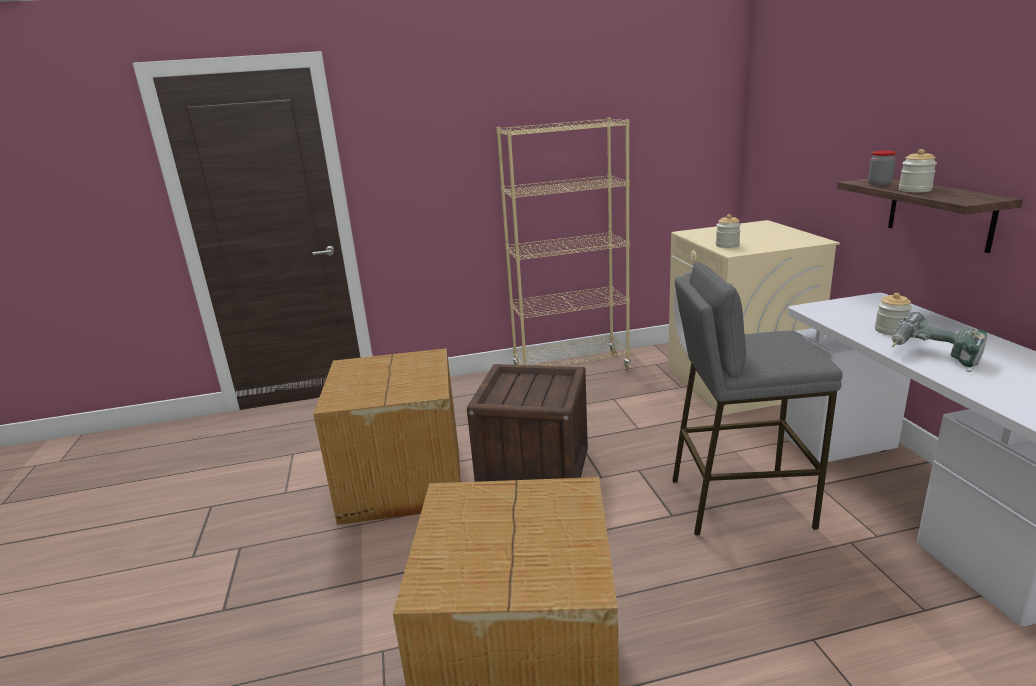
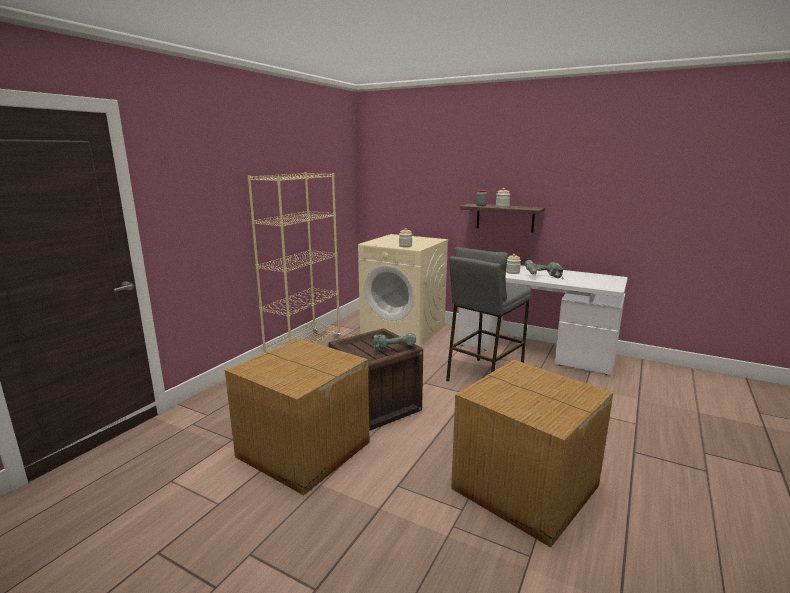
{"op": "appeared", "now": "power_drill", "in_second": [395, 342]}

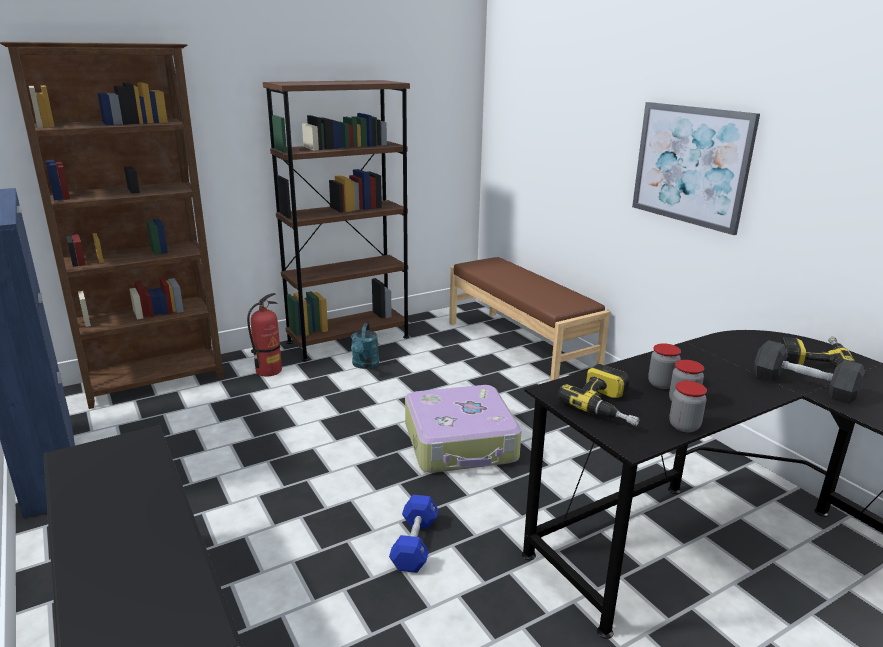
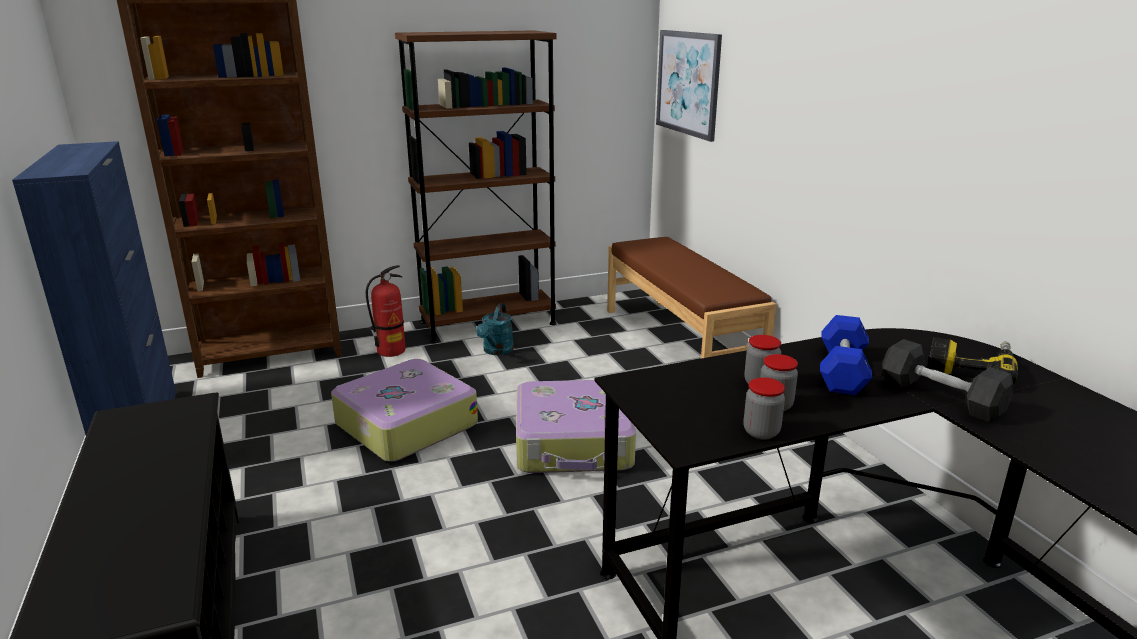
{"op": "relocated", "was": "picture", "in_first": [696, 168], "in_second": [689, 86]}
{"op": "missing", "was": "power_drill", "in_first": [598, 395]}
{"op": "relocated", "was": "blue_dumbbell", "in_first": [414, 534], "in_second": [846, 355]}
{"op": "appeared", "now": "suitcase", "in_second": [404, 410]}

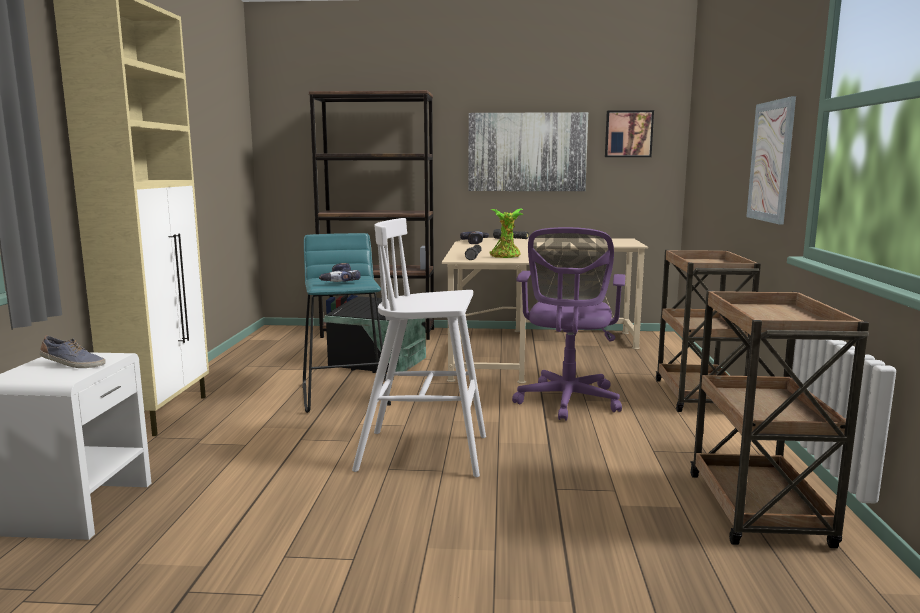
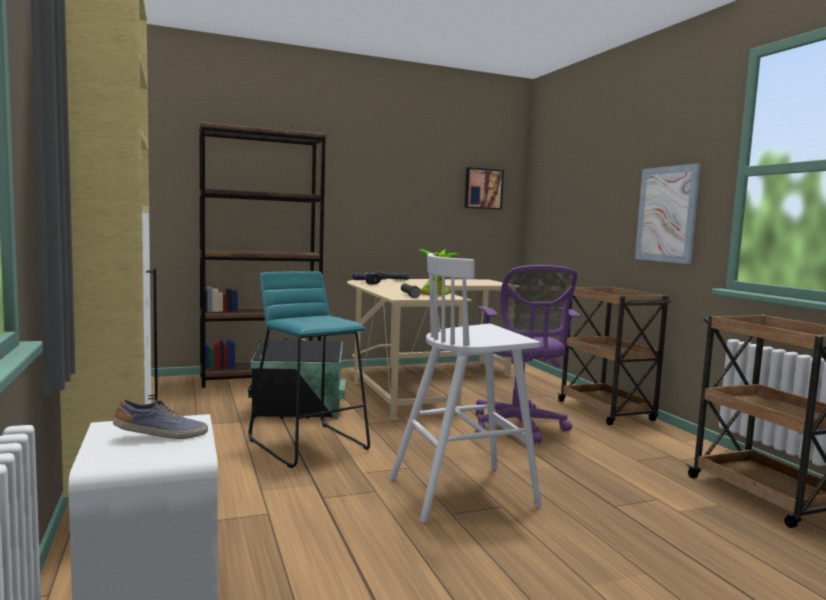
{"op": "missing", "was": "picture", "in_first": [528, 151]}
{"op": "missing", "was": "power_drill", "in_first": [340, 272]}

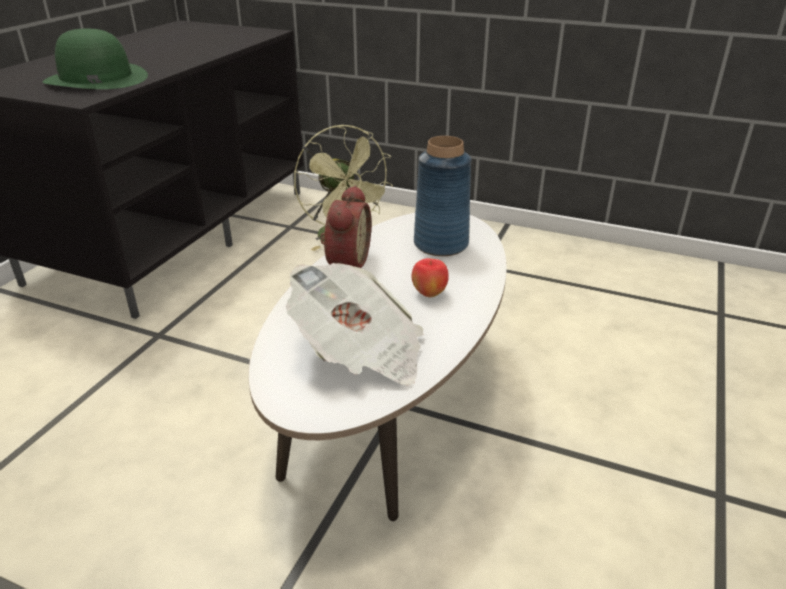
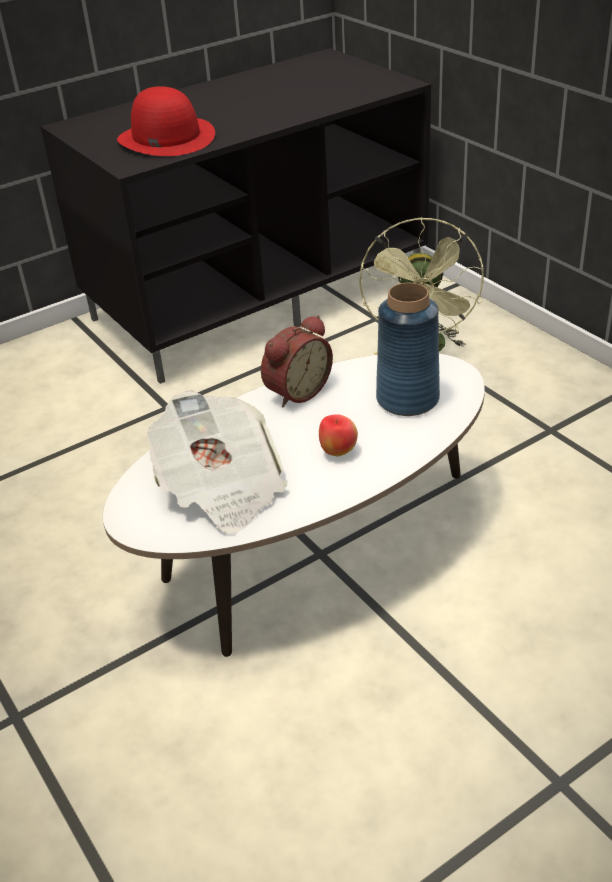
{"op": "colour", "was": "green_hat", "now": "red_hat", "in_first": [95, 59], "in_second": [166, 121]}

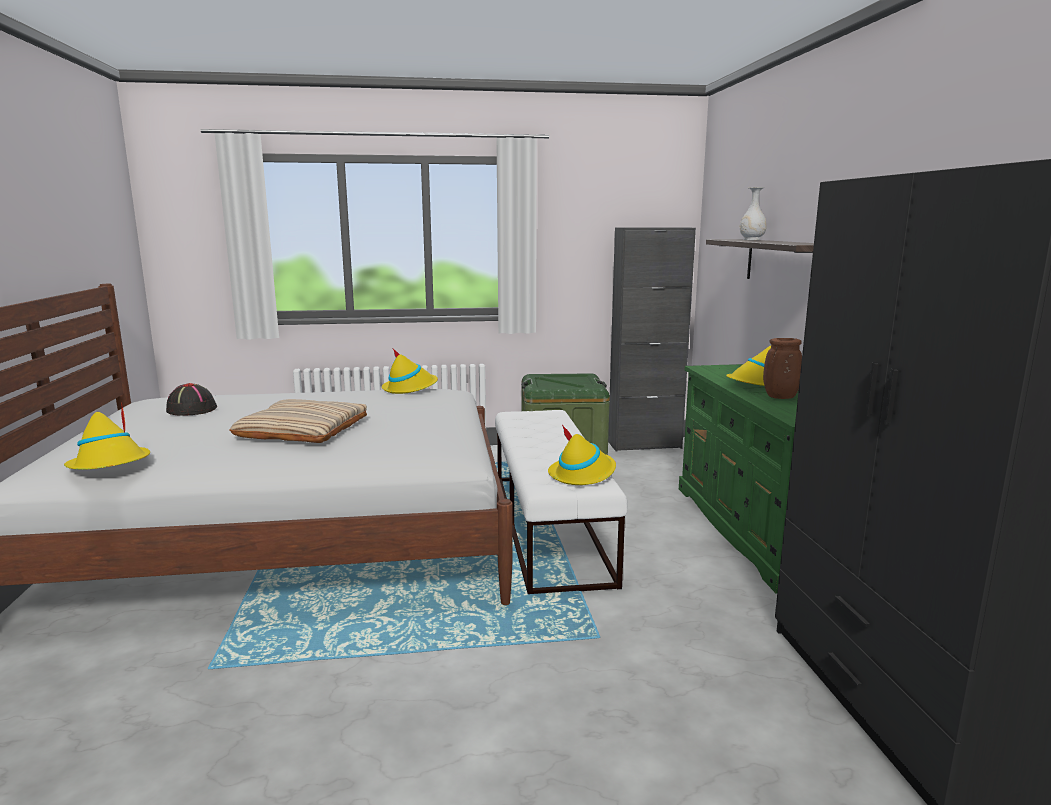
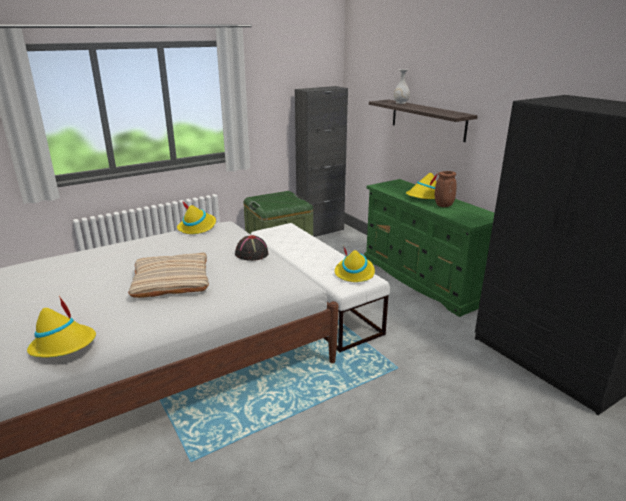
{"op": "relocated", "was": "black_hat", "in_first": [191, 399], "in_second": [251, 248]}

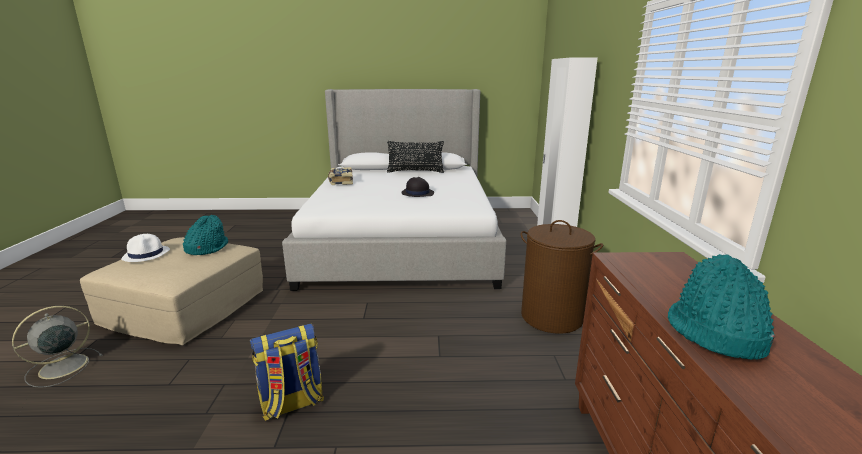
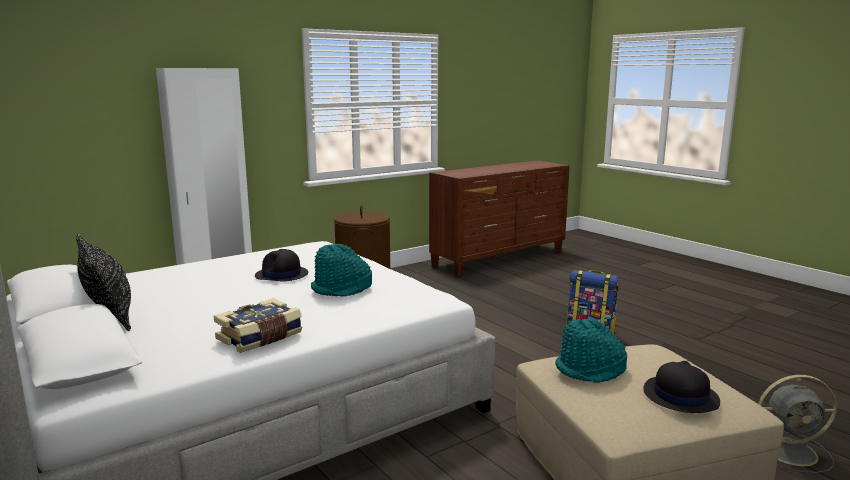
{"op": "colour", "was": "white_hat", "now": "black_hat", "in_first": [145, 248], "in_second": [681, 387]}
{"op": "relocated", "was": "turquoise_hat", "in_first": [721, 307], "in_second": [341, 270]}

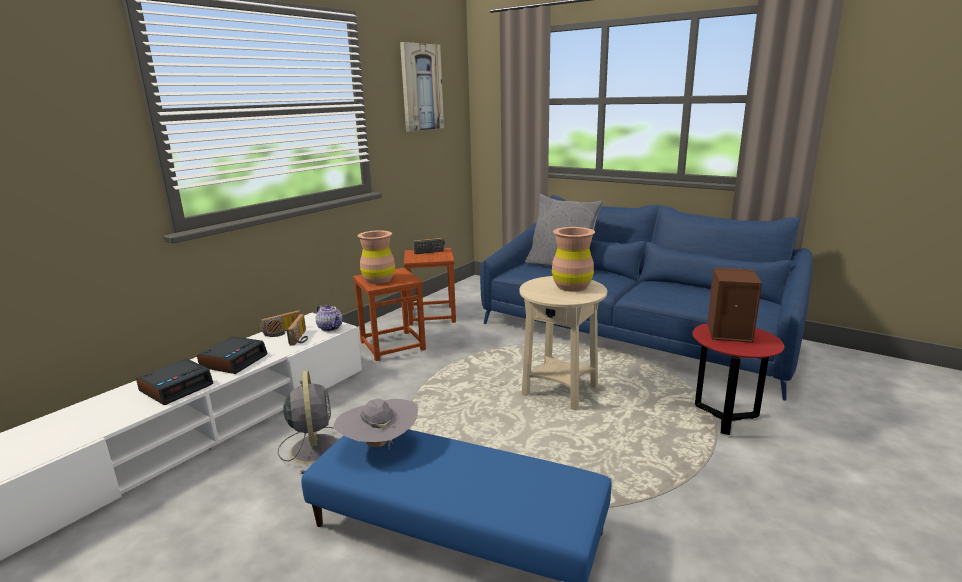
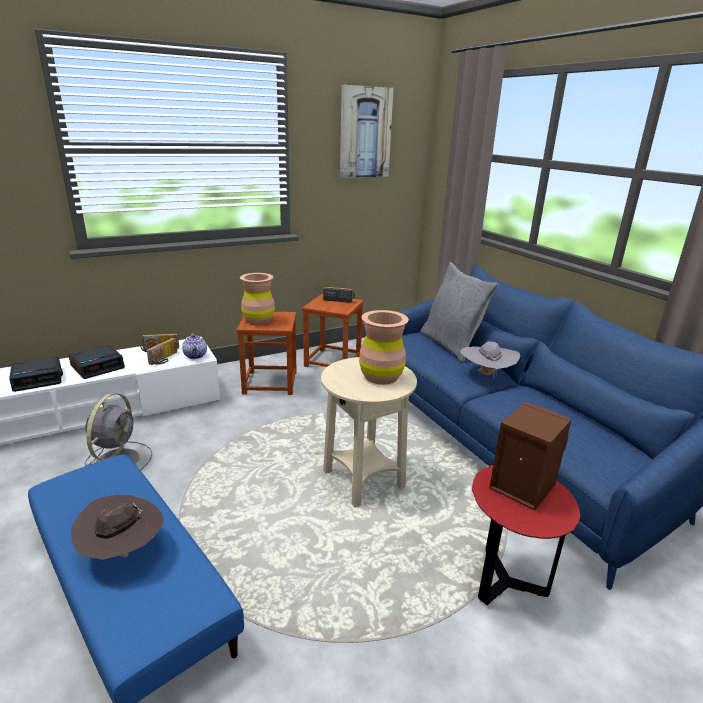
{"op": "relocated", "was": "grey_hat", "in_first": [375, 424], "in_second": [490, 360]}
{"op": "appeared", "now": "brown_hat", "in_second": [117, 527]}

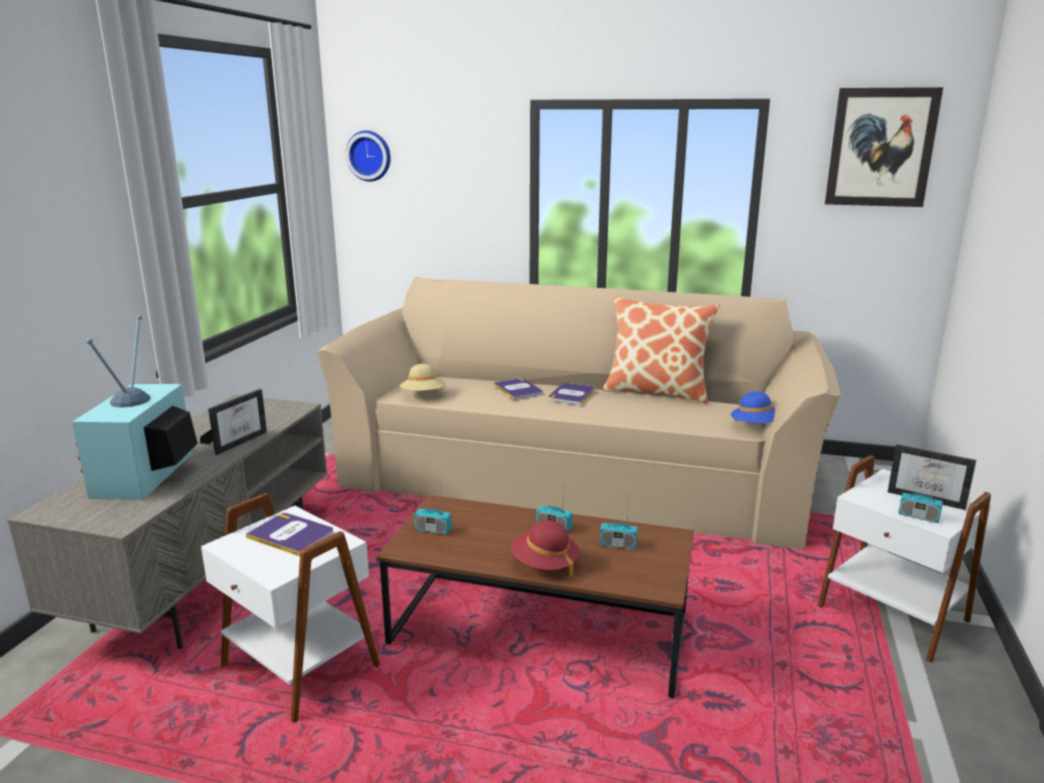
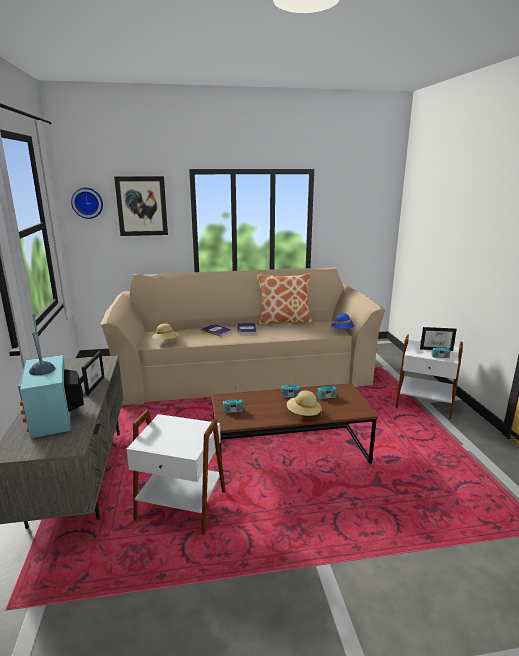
{"op": "relocated", "was": "picture", "in_first": [884, 147], "in_second": [141, 206]}
{"op": "missing", "was": "book", "in_first": [289, 534]}
{"op": "colour", "was": "red_hat", "now": "beige_hat", "in_first": [545, 548], "in_second": [304, 403]}

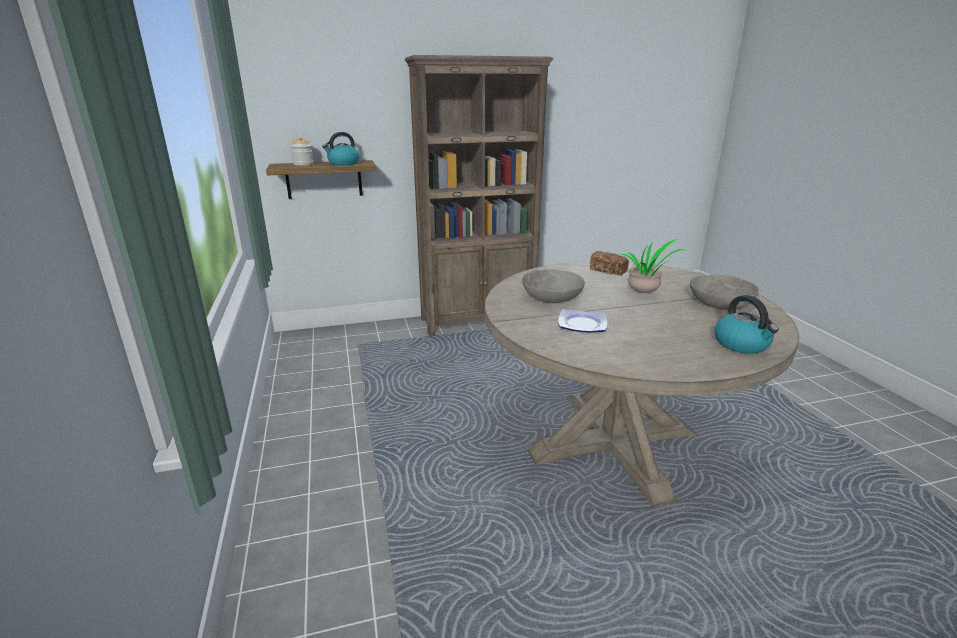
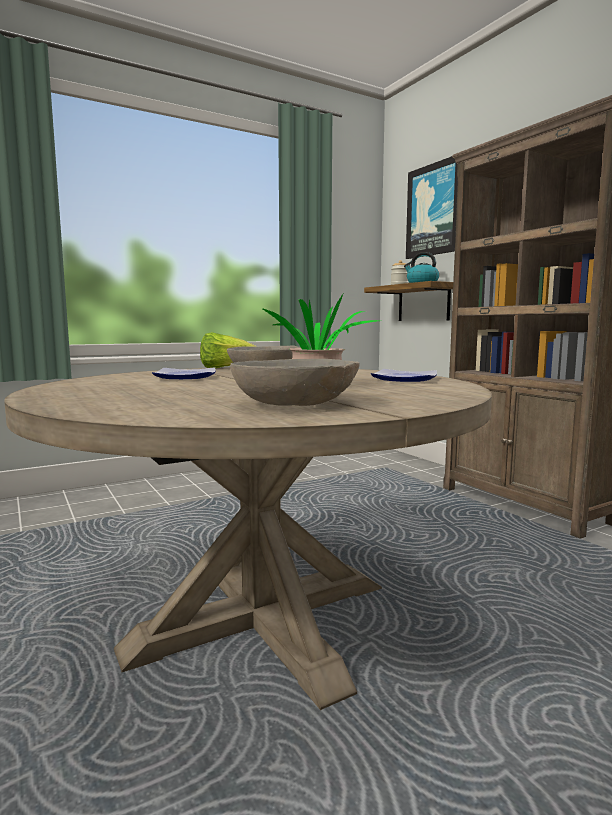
{"op": "exchanged", "was": "bread", "now": "plate", "in_first": [609, 263], "in_second": [404, 375]}
{"op": "missing", "was": "kettle", "in_first": [746, 324]}
{"op": "appeared", "now": "picture", "in_second": [432, 207]}
{"op": "appeared", "now": "lettuce", "in_second": [228, 350]}

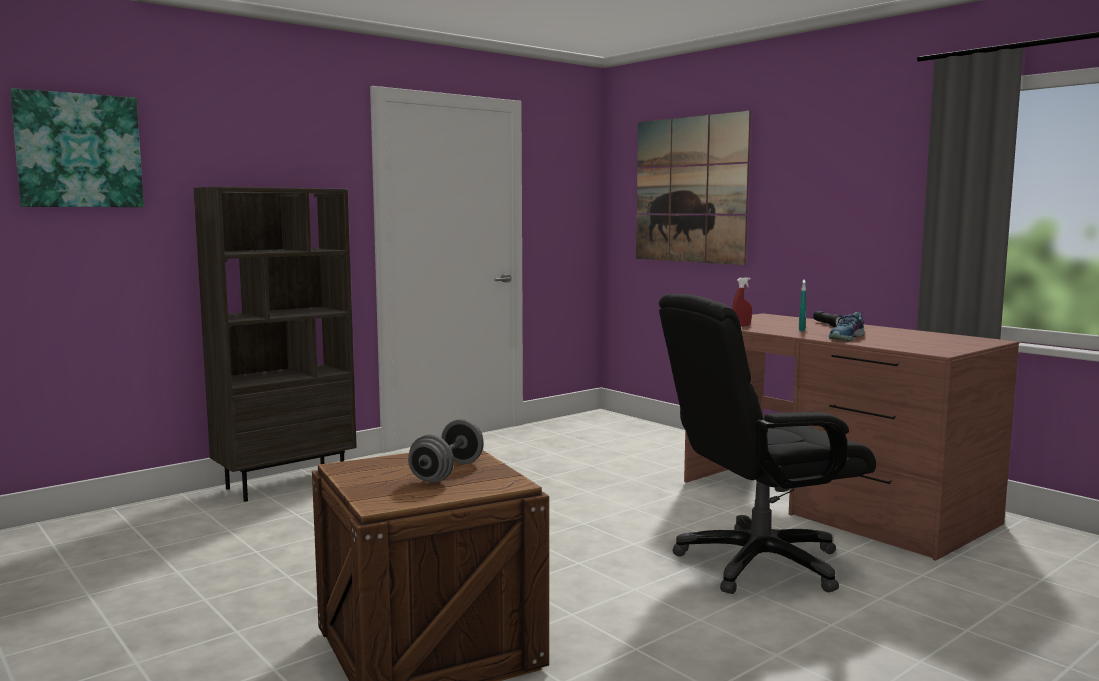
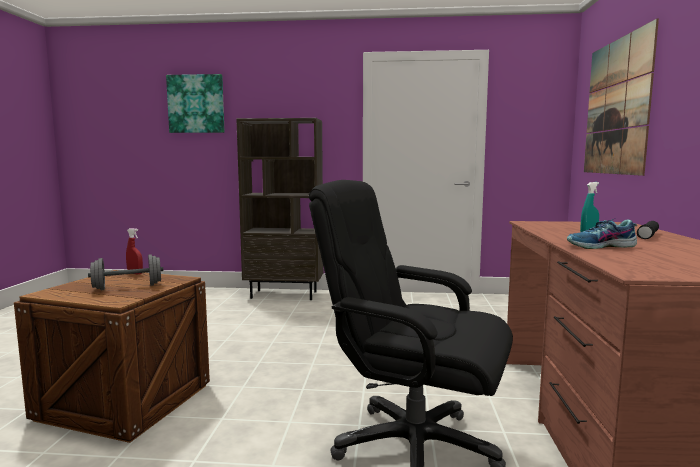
{"op": "relocated", "was": "red_spray_bottle", "in_first": [742, 301], "in_second": [134, 251]}

